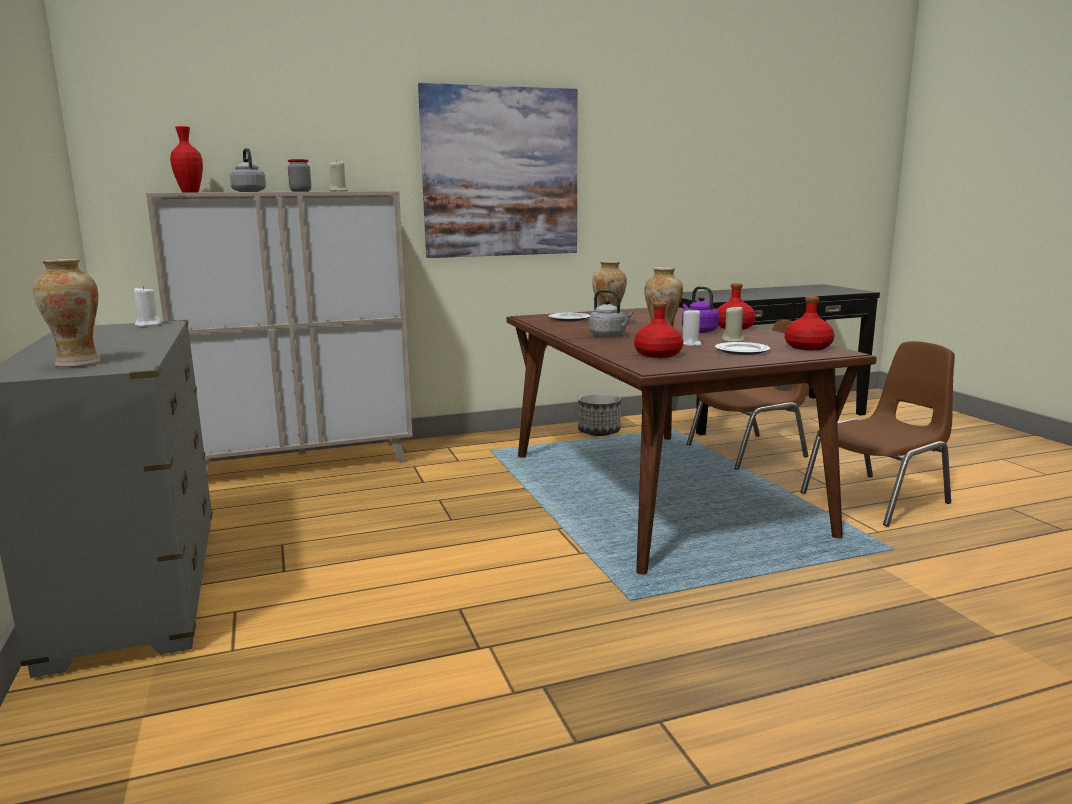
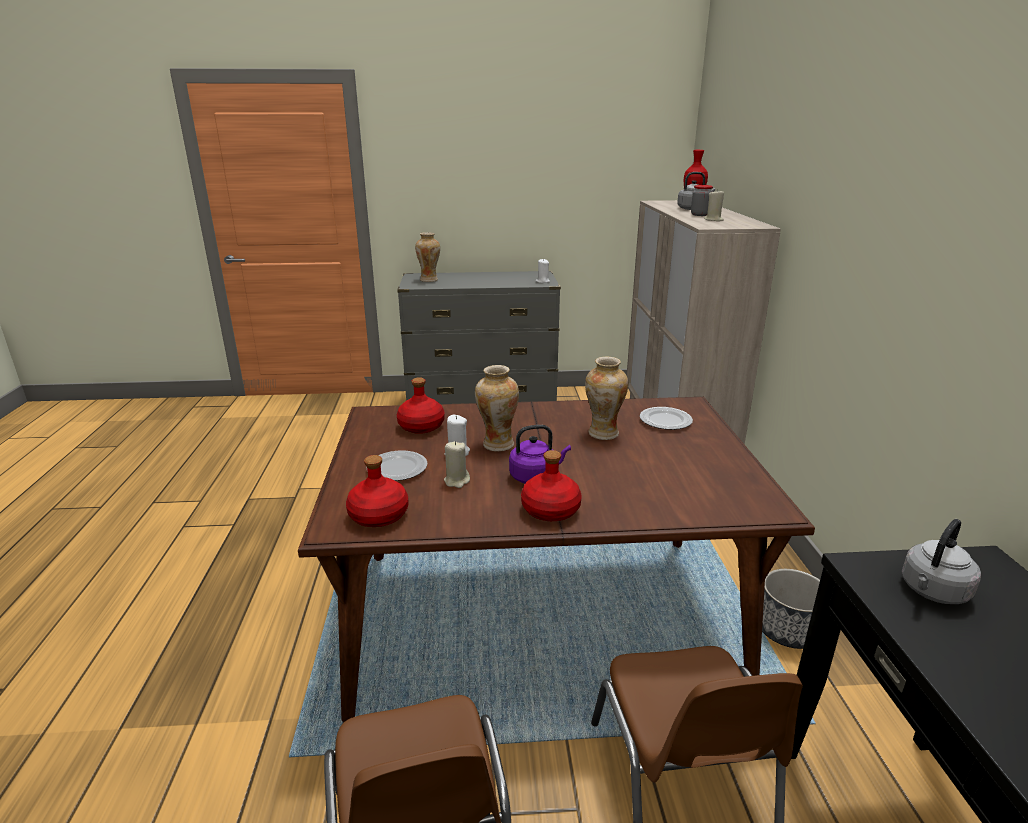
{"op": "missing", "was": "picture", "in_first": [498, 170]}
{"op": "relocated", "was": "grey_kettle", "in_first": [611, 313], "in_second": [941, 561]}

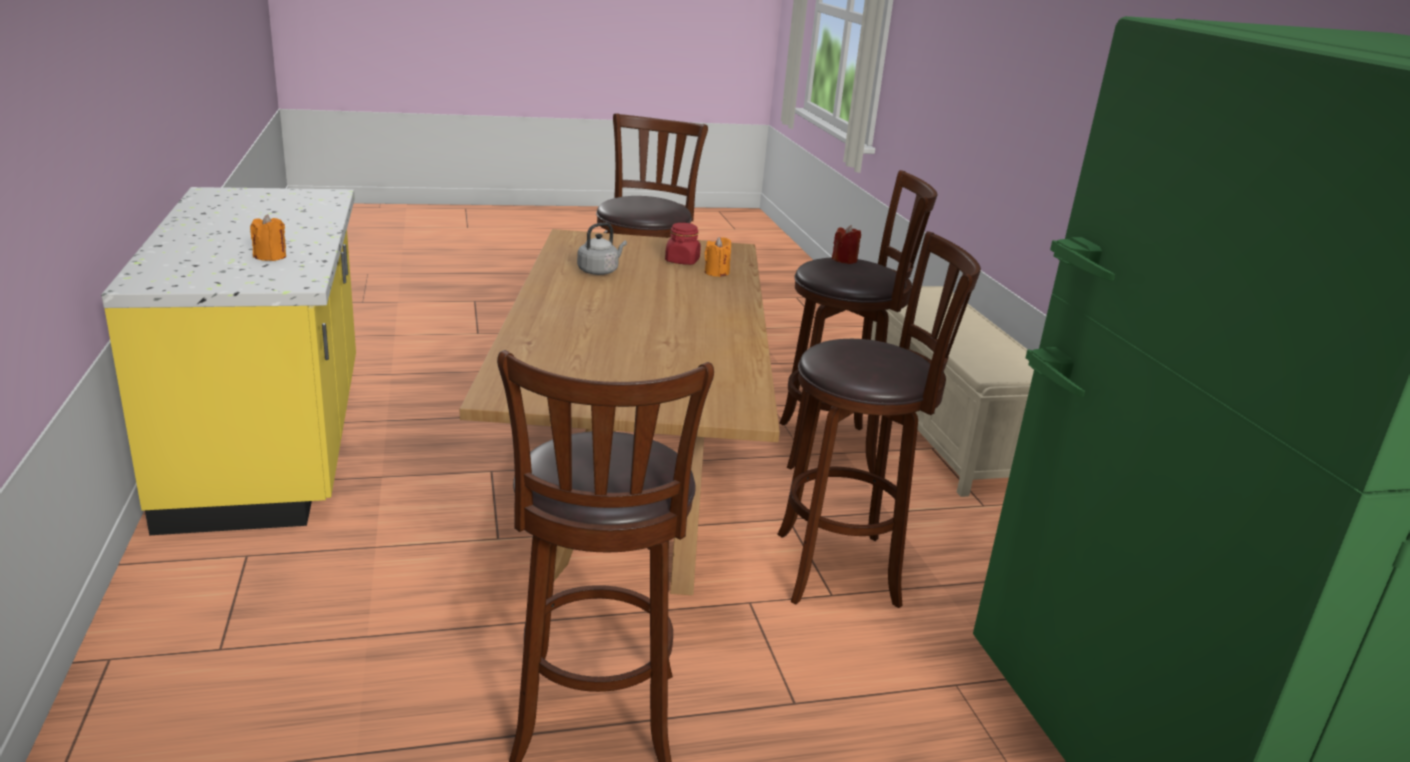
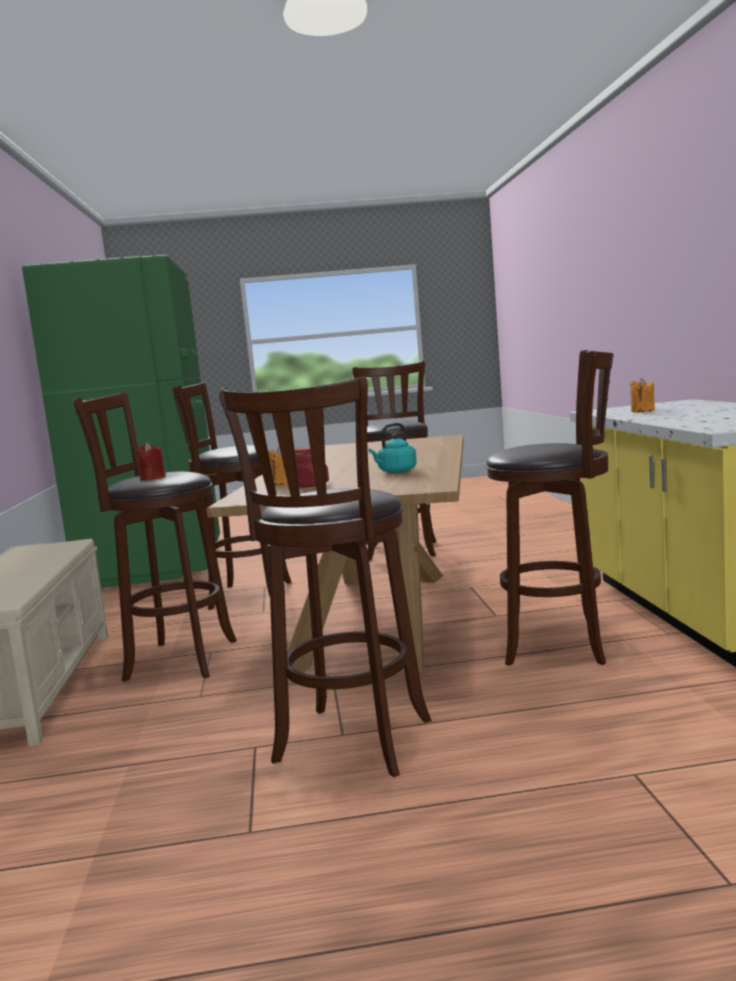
{"op": "colour", "was": "grey_kettle", "now": "turquoise_kettle", "in_first": [602, 248], "in_second": [393, 448]}
{"op": "appeared", "now": "brown_stool", "in_second": [549, 508]}

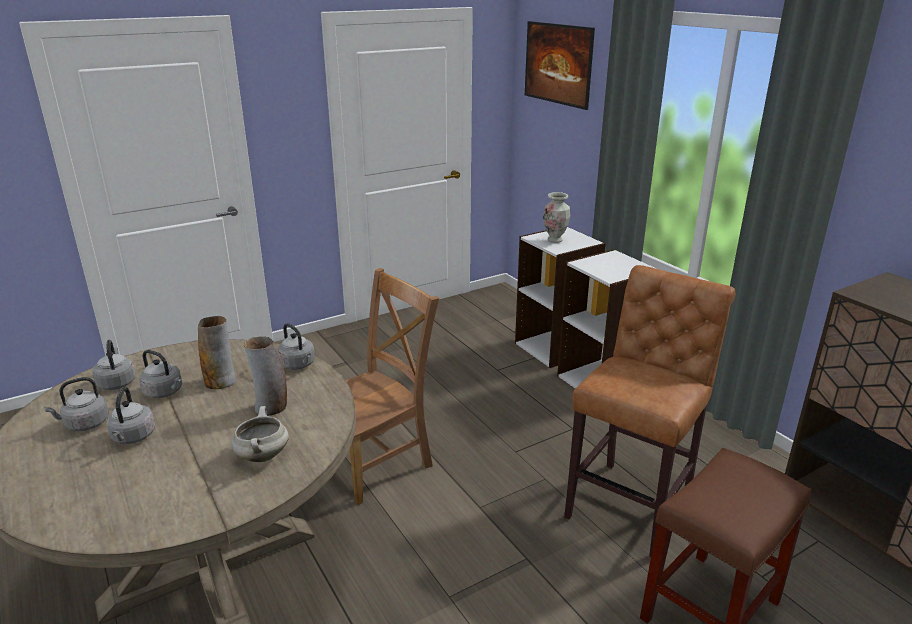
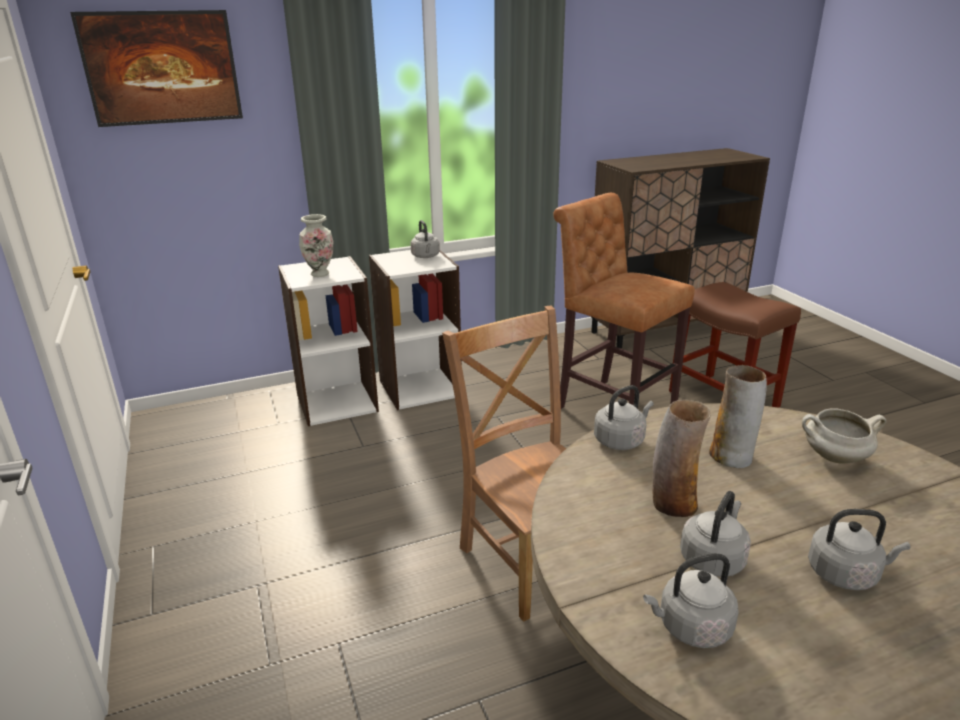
{"op": "relocated", "was": "grey_kettle", "in_first": [76, 404], "in_second": [425, 239]}

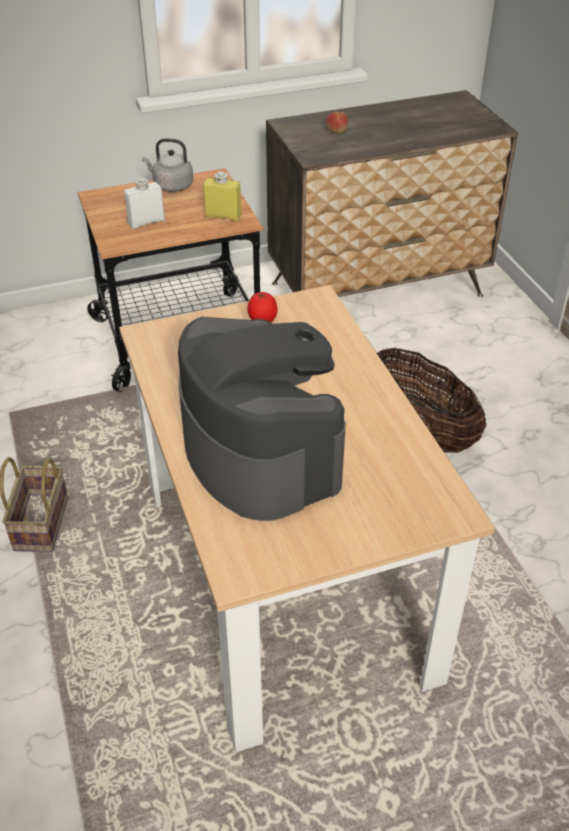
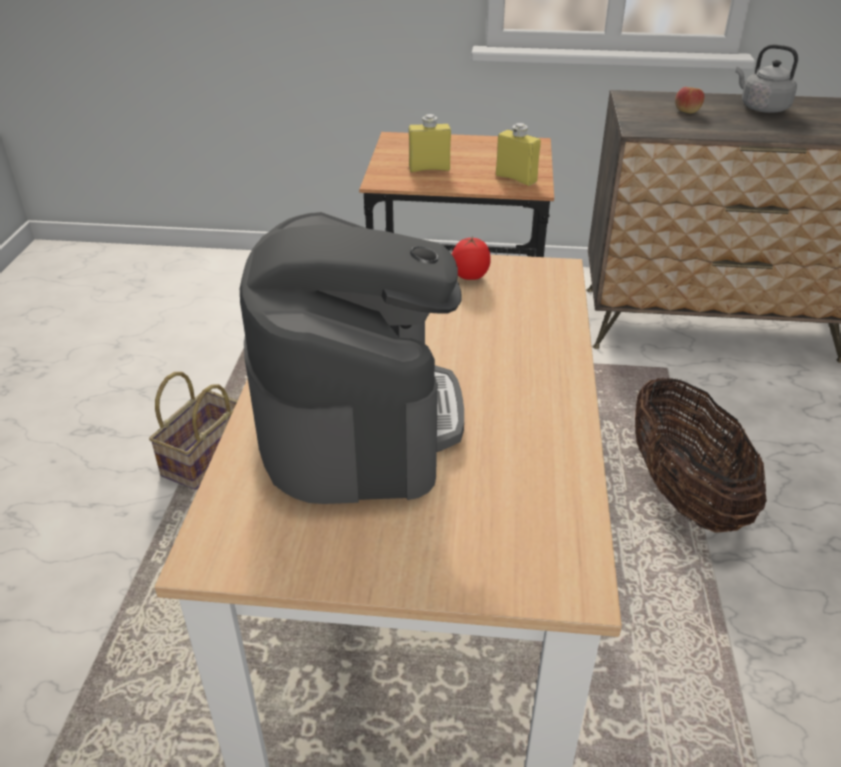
{"op": "relocated", "was": "grey_kettle", "in_first": [167, 165], "in_second": [766, 78]}
{"op": "colour", "was": "white_bottle", "now": "yellow_bottle", "in_first": [144, 203], "in_second": [430, 143]}

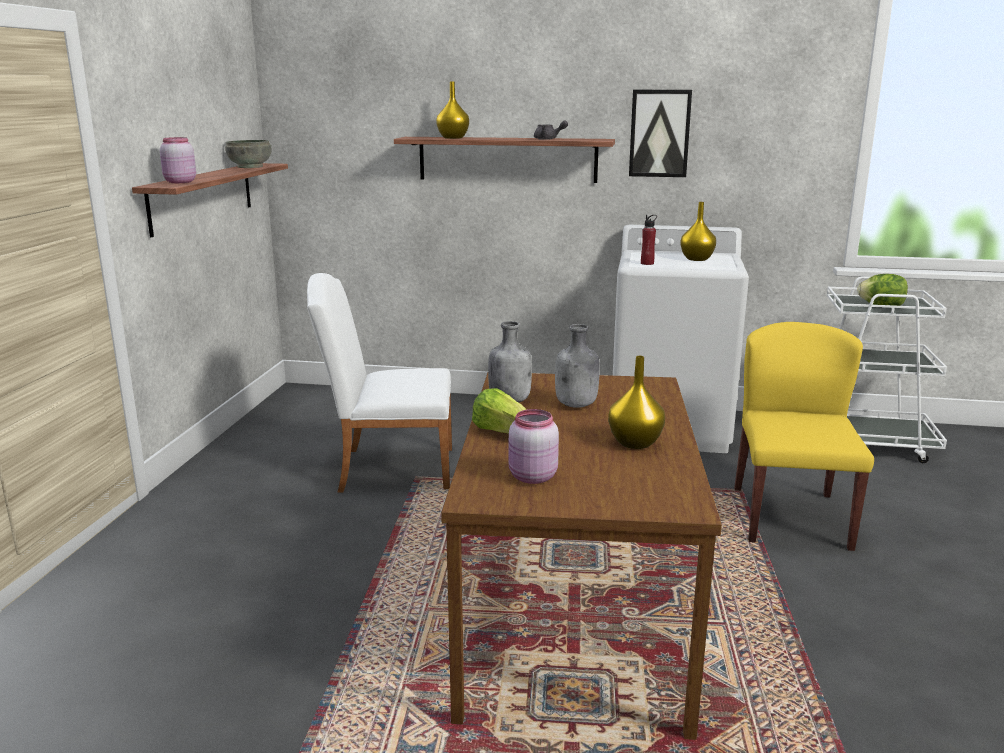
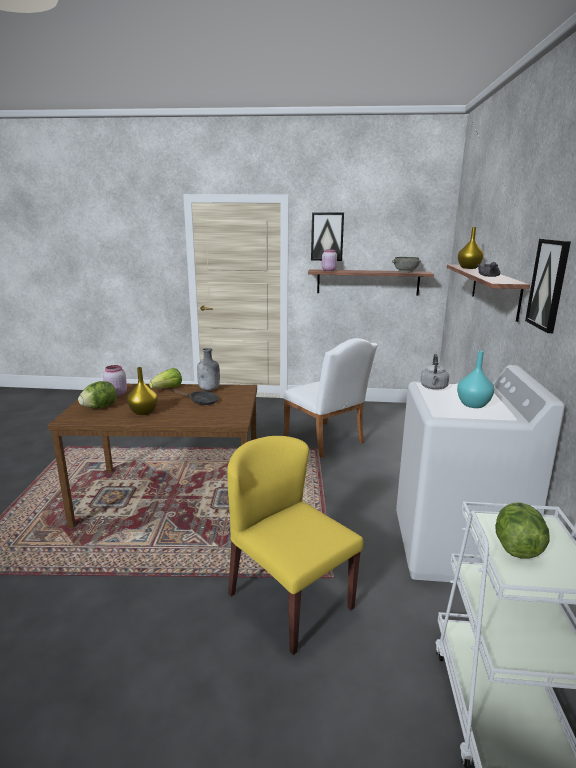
{"op": "colour", "was": "yellow_vase", "now": "turquoise_vase", "in_first": [698, 231], "in_second": [475, 379]}
{"op": "exchanged", "was": "red_bottle", "now": "grey_kettle", "in_first": [649, 240], "in_second": [434, 372]}
{"op": "spun", "was": "white_chair", "in_first": [379, 382], "in_second": [330, 398], "clockwise": 150}
{"op": "spun", "was": "yellow_chair", "in_first": [804, 436], "in_second": [295, 545], "clockwise": -135}
{"op": "exchanged", "was": "grey_bottle", "now": "black_frying_pan", "in_first": [577, 366], "in_second": [194, 397]}
{"op": "appeared", "now": "picture", "in_second": [327, 236]}
{"op": "appeared", "now": "lettuce", "in_second": [97, 395]}

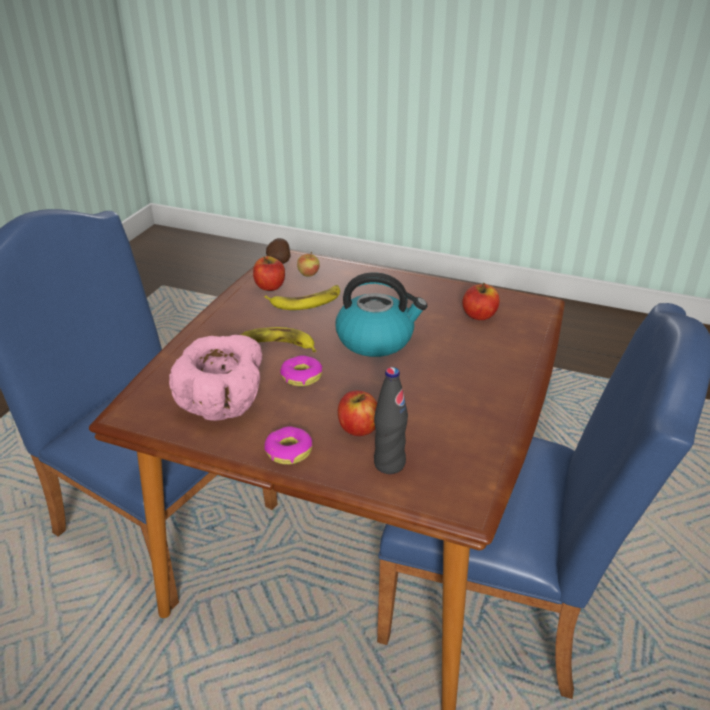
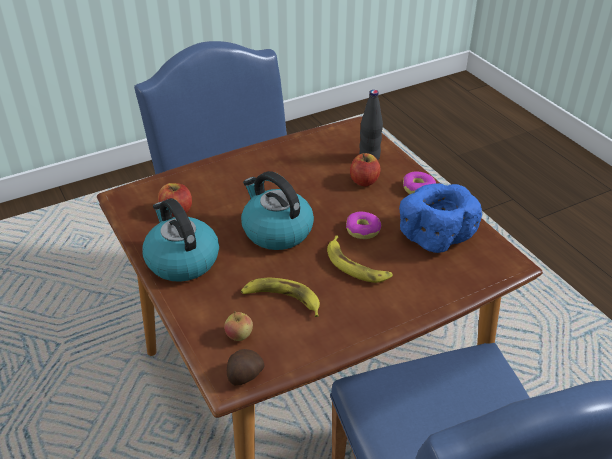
{"op": "missing", "was": "apple", "in_first": [269, 273]}
{"op": "colour", "was": "pink_bowl", "now": "blue_bowl", "in_first": [215, 378], "in_second": [440, 218]}
{"op": "appeared", "now": "kettle", "in_second": [180, 240]}

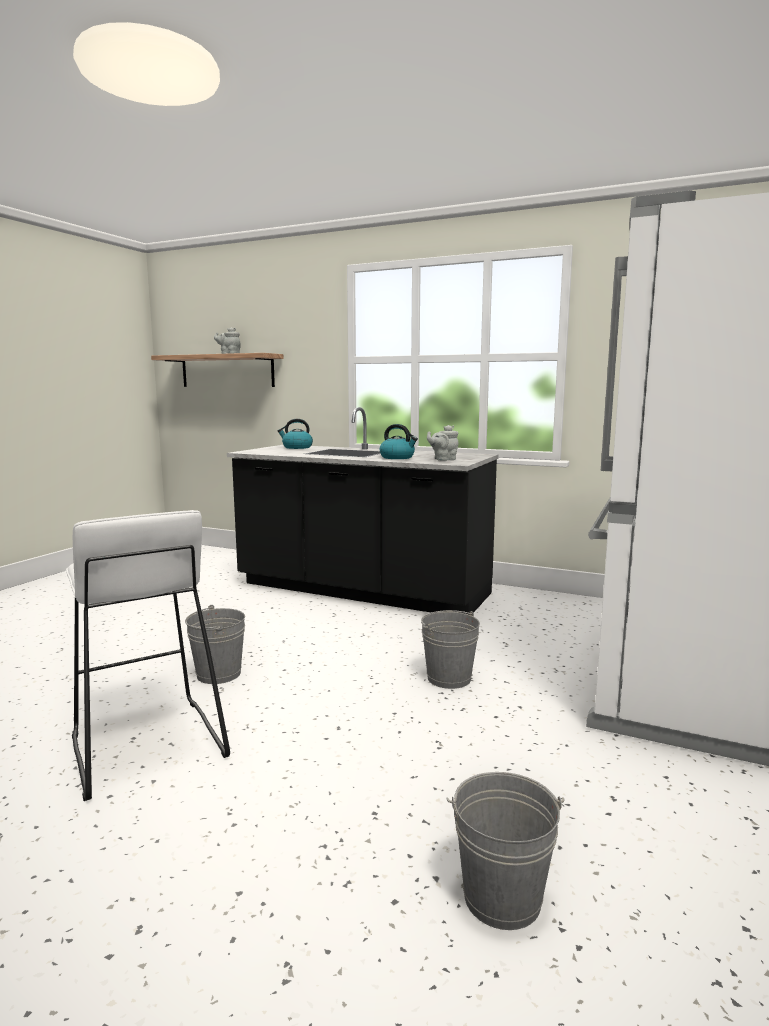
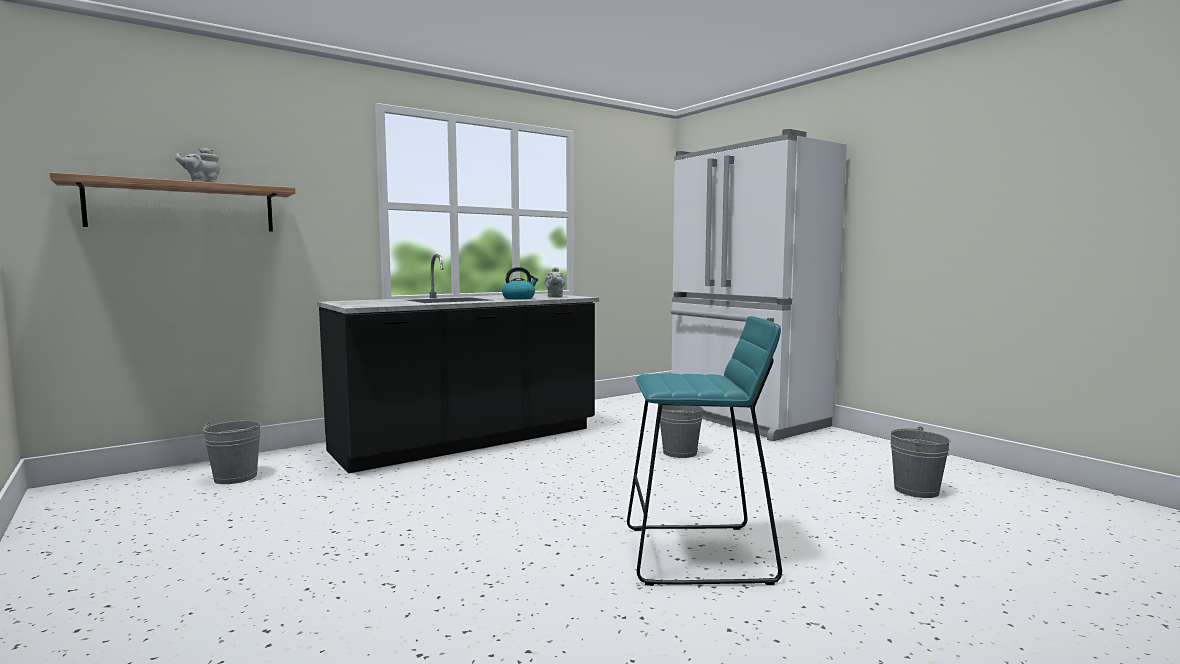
{"op": "missing", "was": "kettle", "in_first": [295, 434]}
{"op": "colour", "was": "white_stool", "now": "turquoise_stool", "in_first": [148, 655], "in_second": [704, 451]}
{"op": "relocated", "was": "grey_bucket", "in_first": [215, 644], "in_second": [232, 452]}

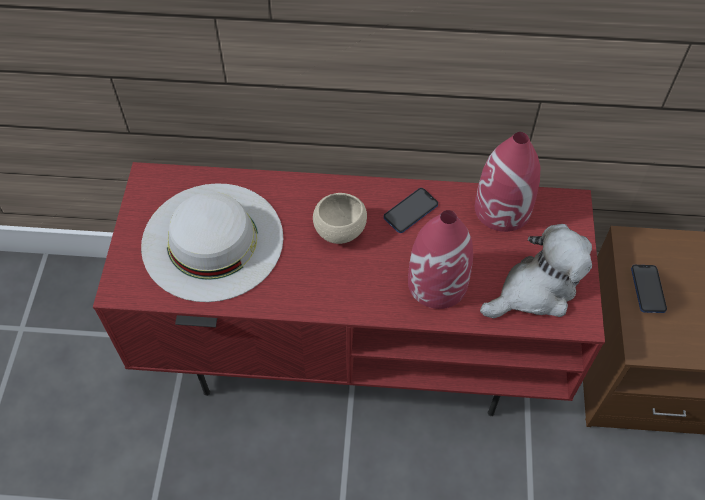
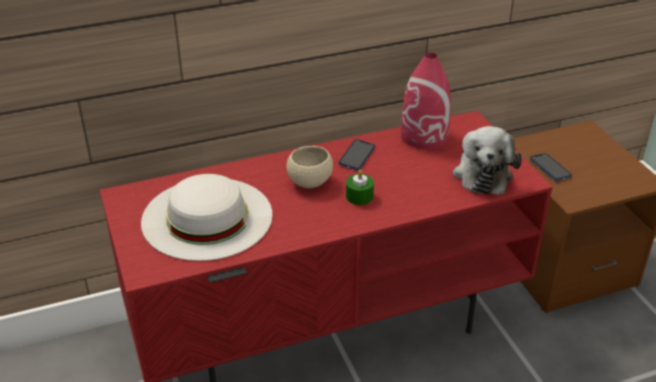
{"op": "missing", "was": "red_vase", "in_first": [440, 259]}
{"op": "spun", "was": "plush_toy", "in_first": [536, 271], "in_second": [487, 160], "clockwise": 150}
{"op": "appeared", "now": "green_candle", "in_second": [360, 187]}

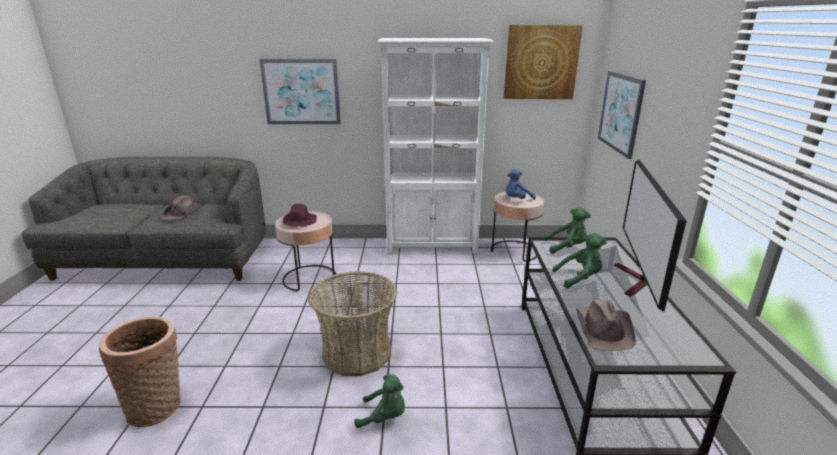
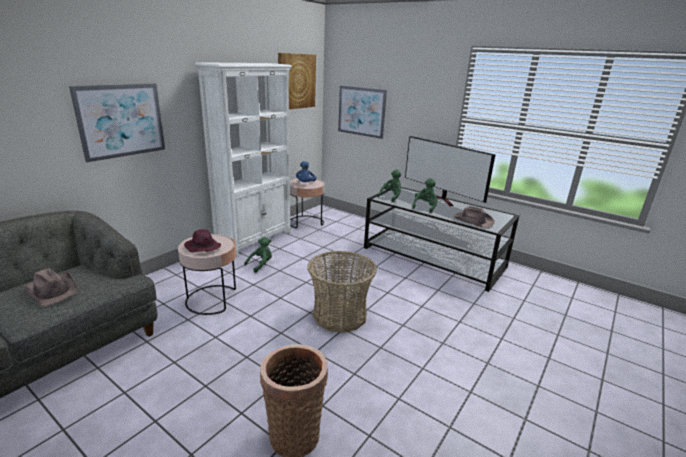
{"op": "relocated", "was": "green_plush_toy", "in_first": [379, 401], "in_second": [258, 255]}

